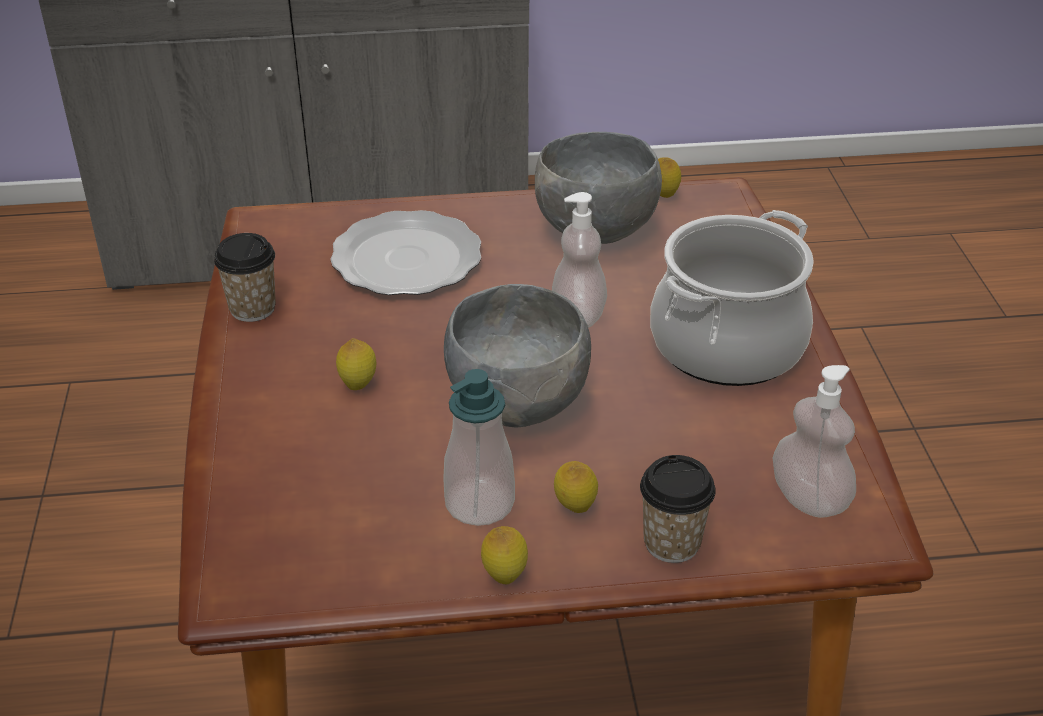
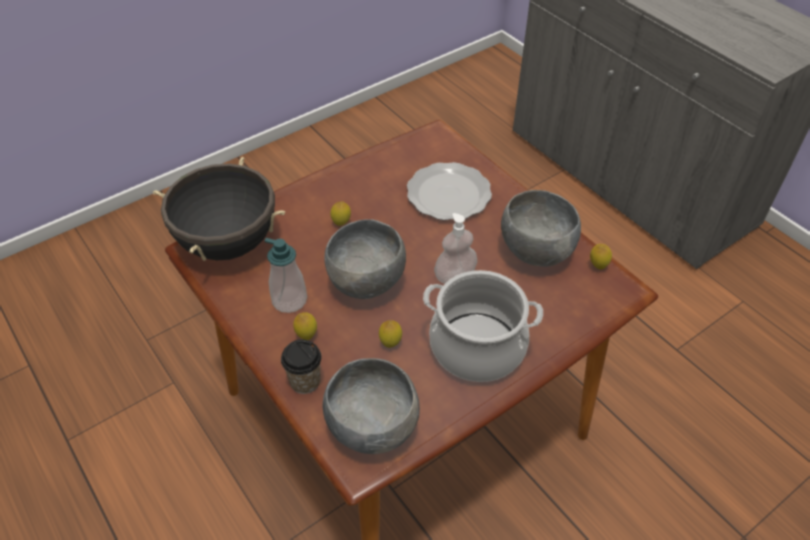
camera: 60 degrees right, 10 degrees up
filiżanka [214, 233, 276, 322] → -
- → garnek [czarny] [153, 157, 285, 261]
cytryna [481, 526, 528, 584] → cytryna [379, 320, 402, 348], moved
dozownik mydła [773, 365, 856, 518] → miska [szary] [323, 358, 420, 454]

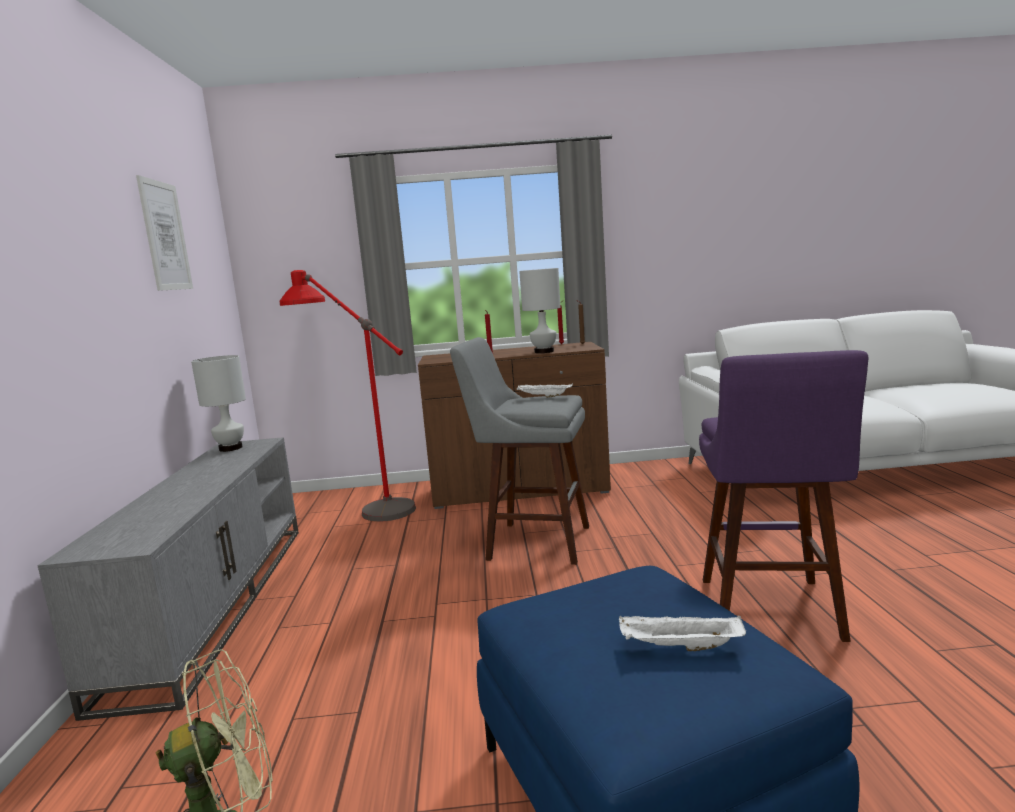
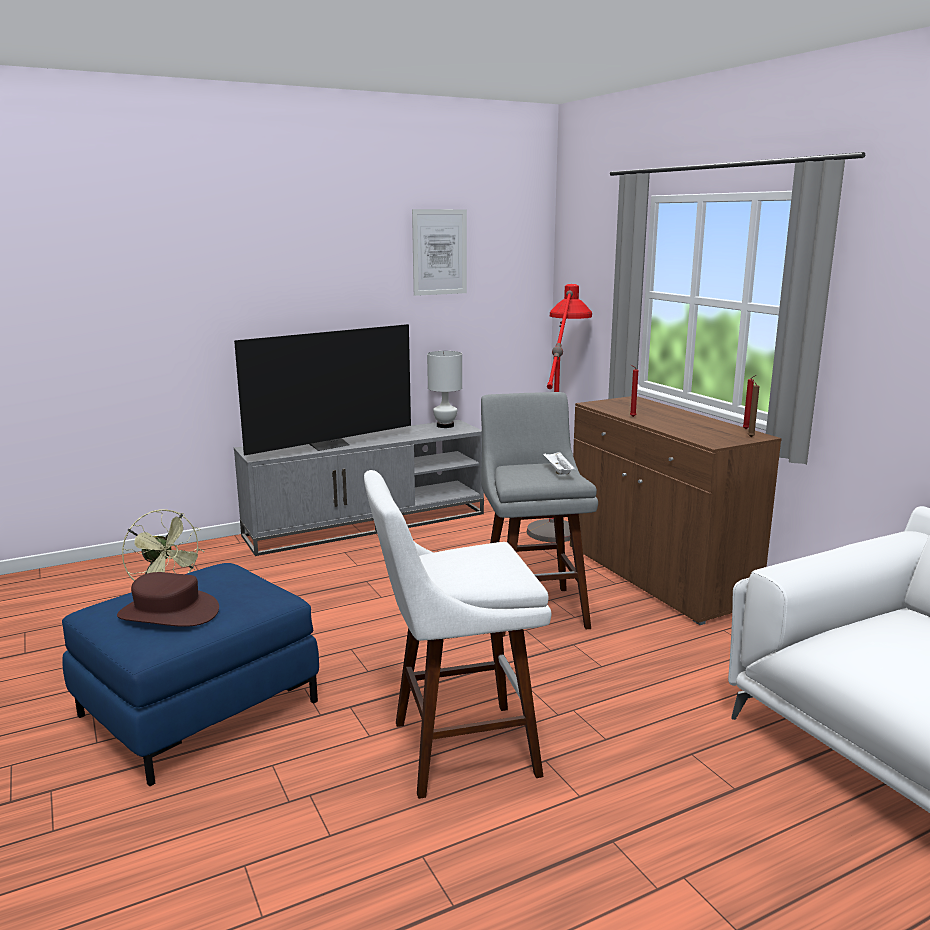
camera: 65 degrees right, 5 degrees up
lampa stołowa [biały] [519, 268, 561, 353] → -
- → telewizor [234, 324, 411, 456]
taca [biały] [619, 615, 746, 651] → kapelusz [brązowy] [117, 572, 219, 627]
stołek [fioletowy] [699, 350, 868, 642] → stołek [biały] [364, 470, 551, 799]

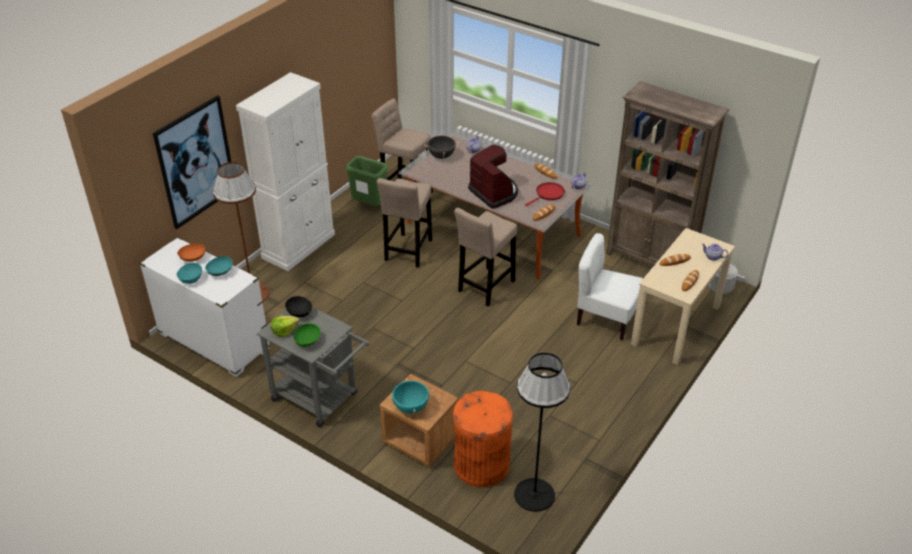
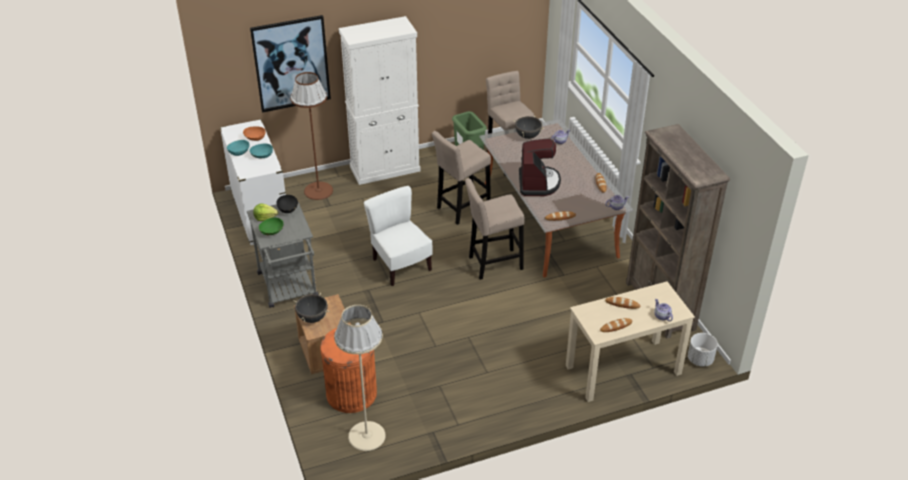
camera: 35 degrees right, 0 degrees up
patelnia [czerwony] [525, 182, 565, 206] → -
krzesło [biały] [577, 233, 643, 340] → krzesło [biały] [364, 186, 433, 286], moved
garnek [turkusowy] [388, 378, 433, 414] → garnek [czarny] [293, 293, 329, 323]
lampa stojąca [czarny] [514, 353, 571, 512] → lampa stojąca [beżowy] [334, 305, 386, 451]

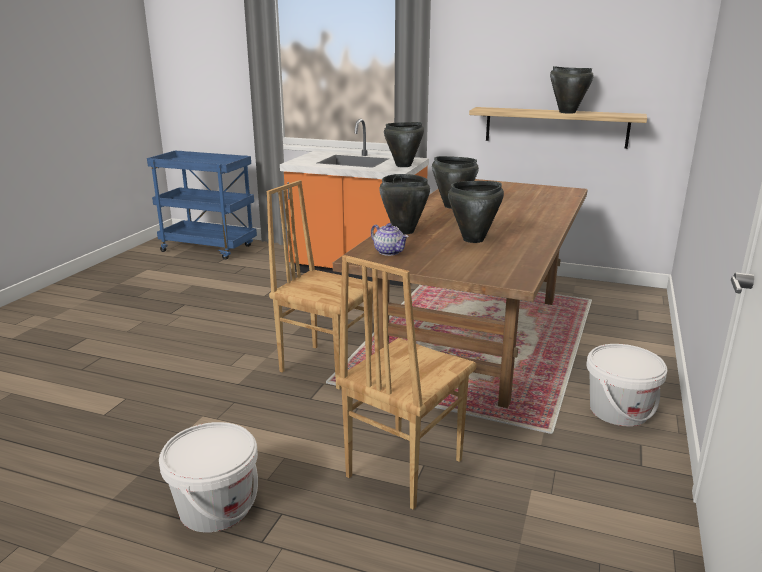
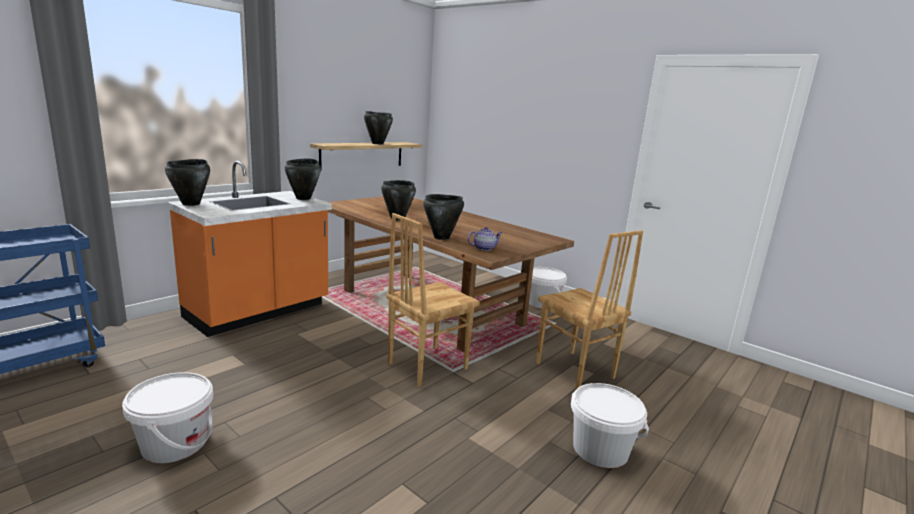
camera: 70 degrees left, 5 degrees down
- → wiadro [biały] [122, 372, 214, 463]
garnek [czarny] [448, 181, 504, 243] → garnek [czarny] [165, 159, 210, 206], moved

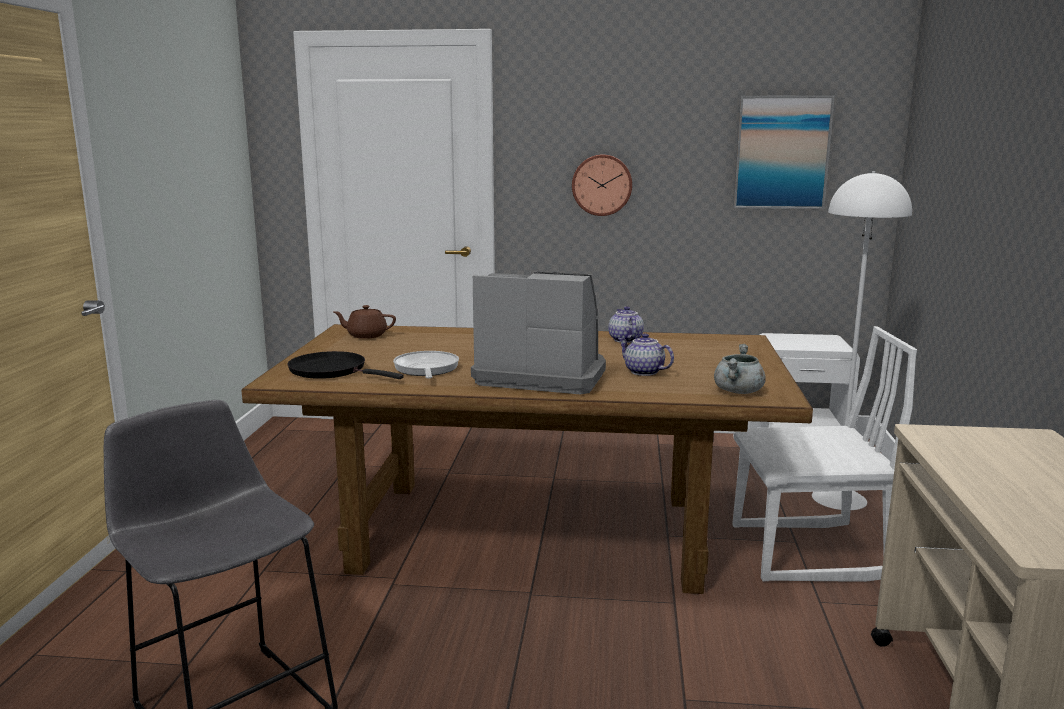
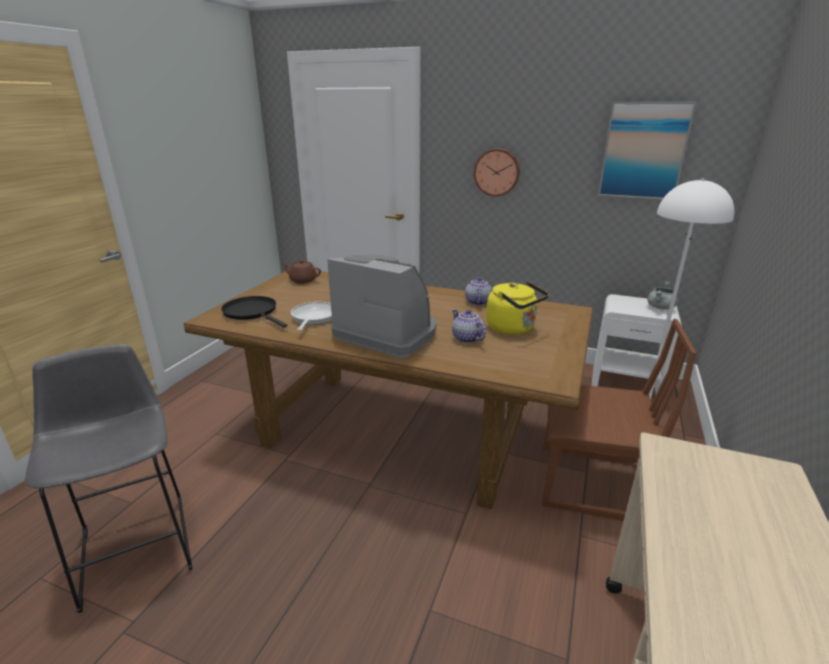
camera: 15 degrees right, 10 degrees up
- → czajnik [żółty] [486, 281, 549, 335]
garnek [szary] [714, 344, 766, 394] → garnek [szary] [647, 282, 678, 310], moved
krzesło [biały] [732, 326, 917, 582] → krzesło [brązowy] [542, 319, 697, 521]

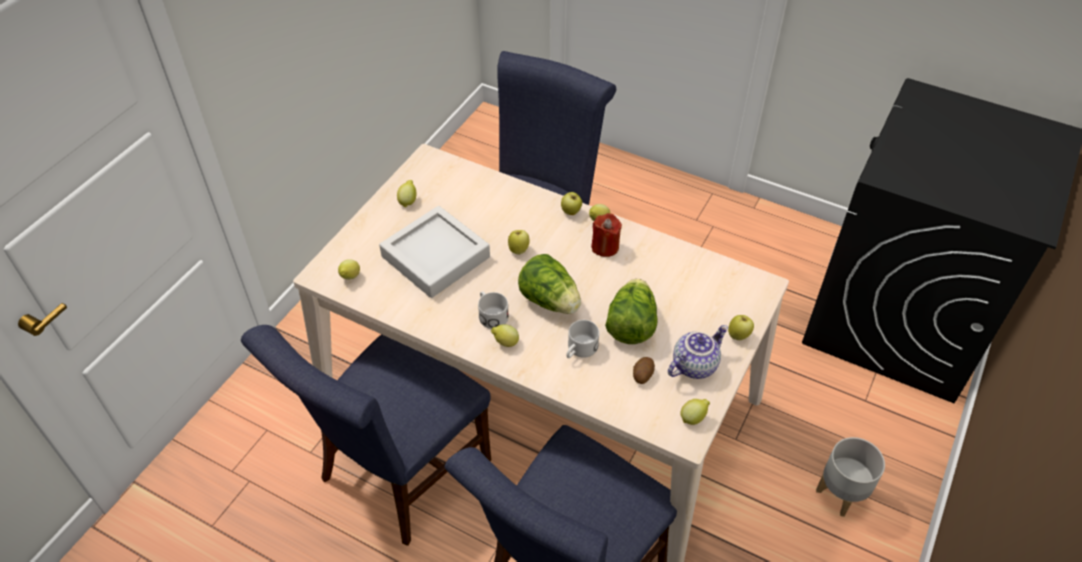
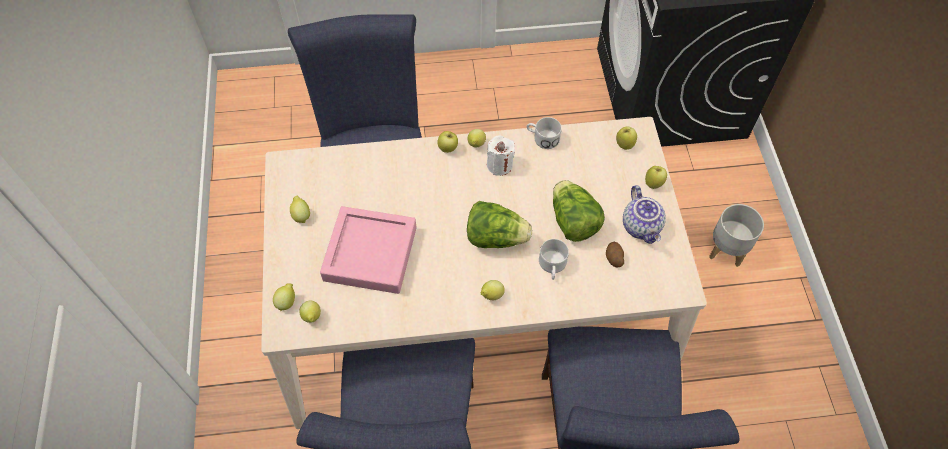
camera: 35 degrees left, 10 degrees up
kubek [biały] [478, 291, 509, 329] → kubek [biały] [527, 117, 562, 149], moved
jabłko [508, 230, 530, 255] → jabłko [616, 126, 637, 150], moved
cytryna [681, 399, 710, 425] → cytryna [273, 283, 295, 311], moved
taca [szary] [379, 206, 490, 298] → taca [różowy] [320, 206, 417, 294]
świeca [czerwony] [591, 213, 622, 257] → świeca [biały] [487, 136, 515, 176]
imbryk [668, 325, 728, 379] → imbryk [623, 185, 666, 244], 150 degrees clockwise

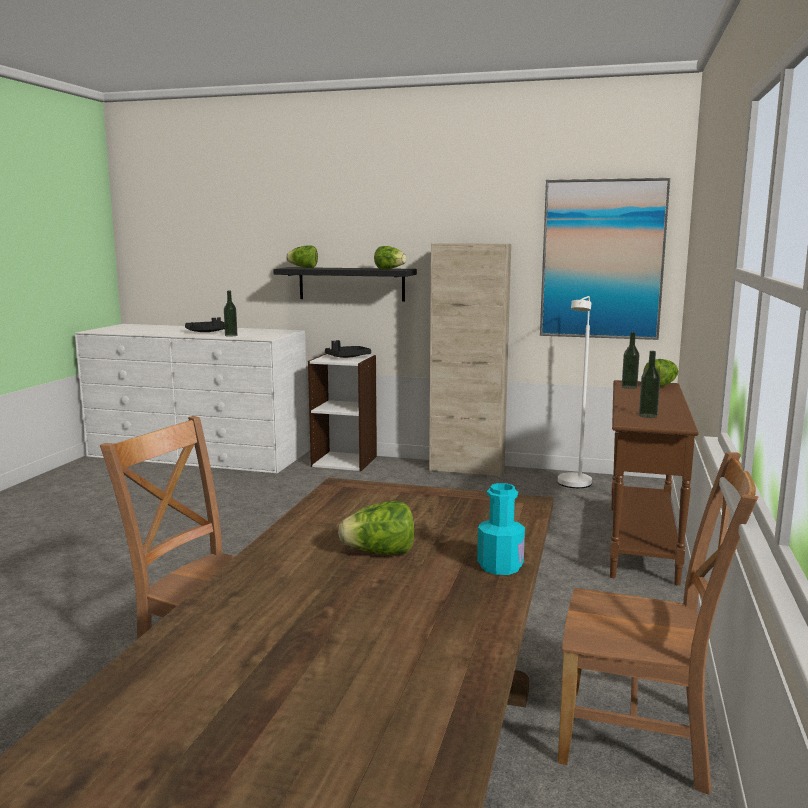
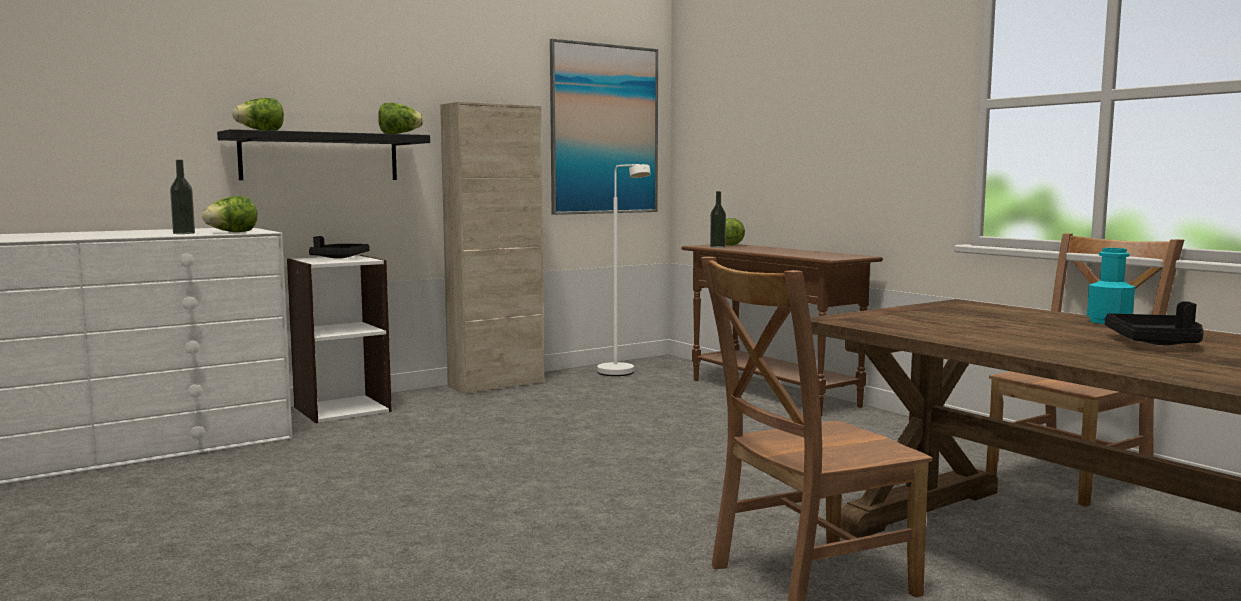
camera: 50 degrees left, 5 degrees down
butelka [639, 351, 660, 418] → -
taca [czarny] [185, 317, 225, 332] → taca [czarny] [1105, 301, 1204, 345], moved
sałata [338, 501, 414, 555] → sałata [202, 196, 258, 232], moved

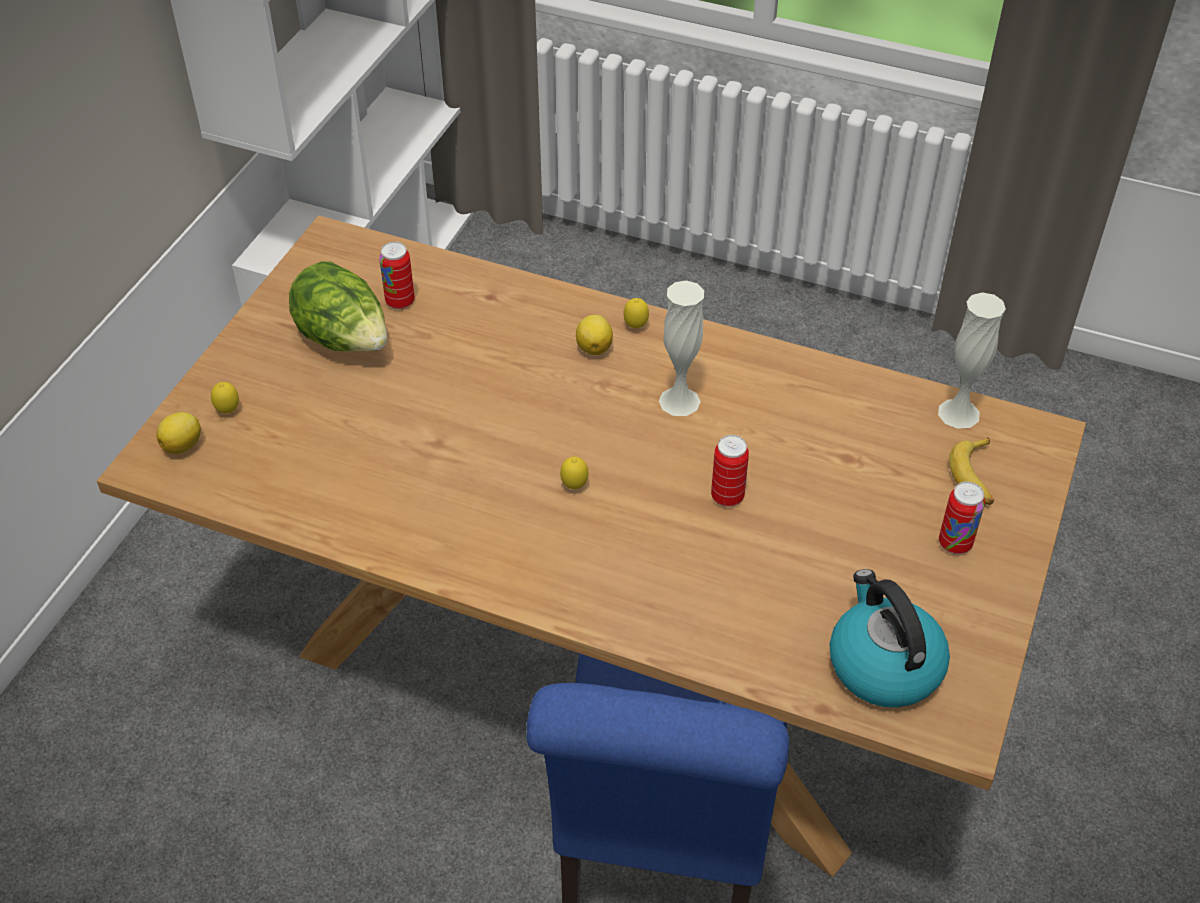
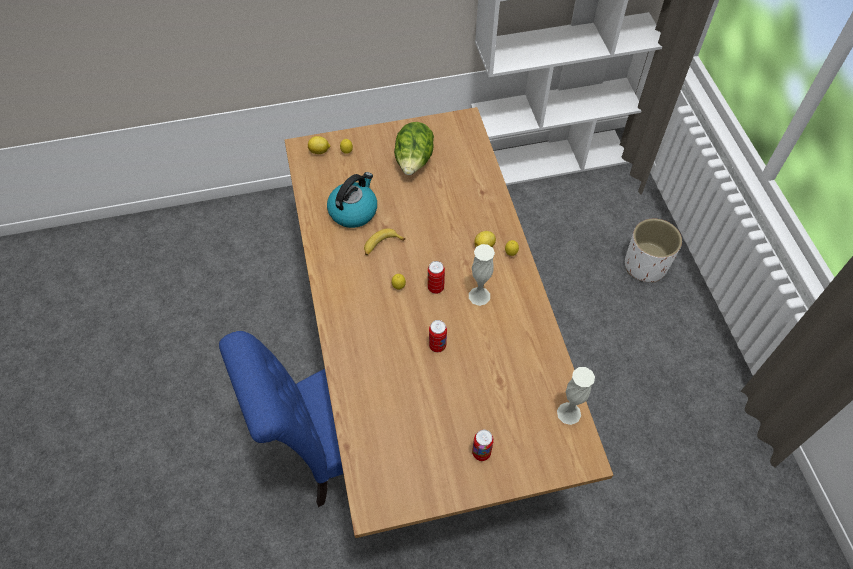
camera: 55 degrees right, 10 degrees up
- → donica [biały] [625, 219, 682, 283]
puszka [379, 242, 415, 309] → puszka [428, 261, 445, 294], moved
czajnik [830, 569, 950, 707] → czajnik [327, 172, 377, 228], moved
banan [949, 437, 994, 505] → banan [364, 228, 406, 255], moved

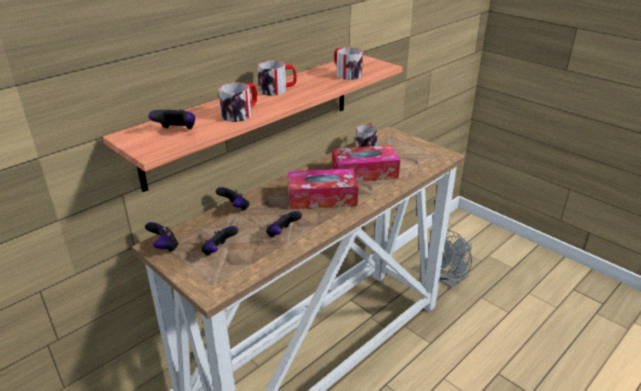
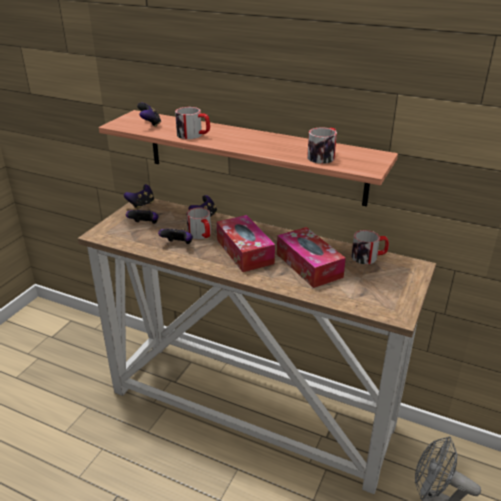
camera: 70 degrees right, 0 degrees up
kubek [258, 61, 297, 96] → kubek [186, 208, 211, 239], moved

